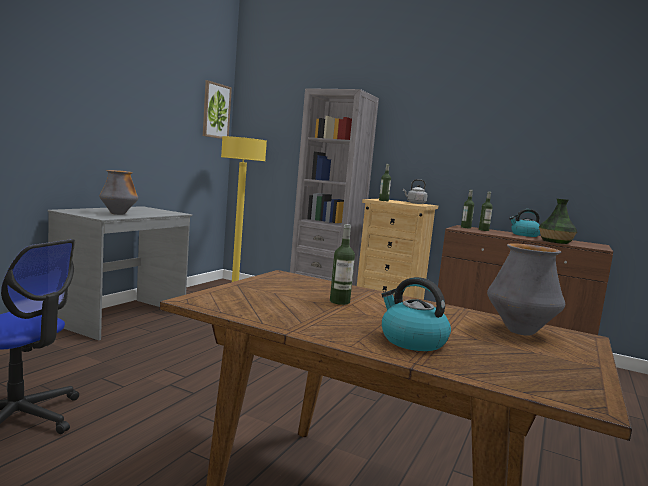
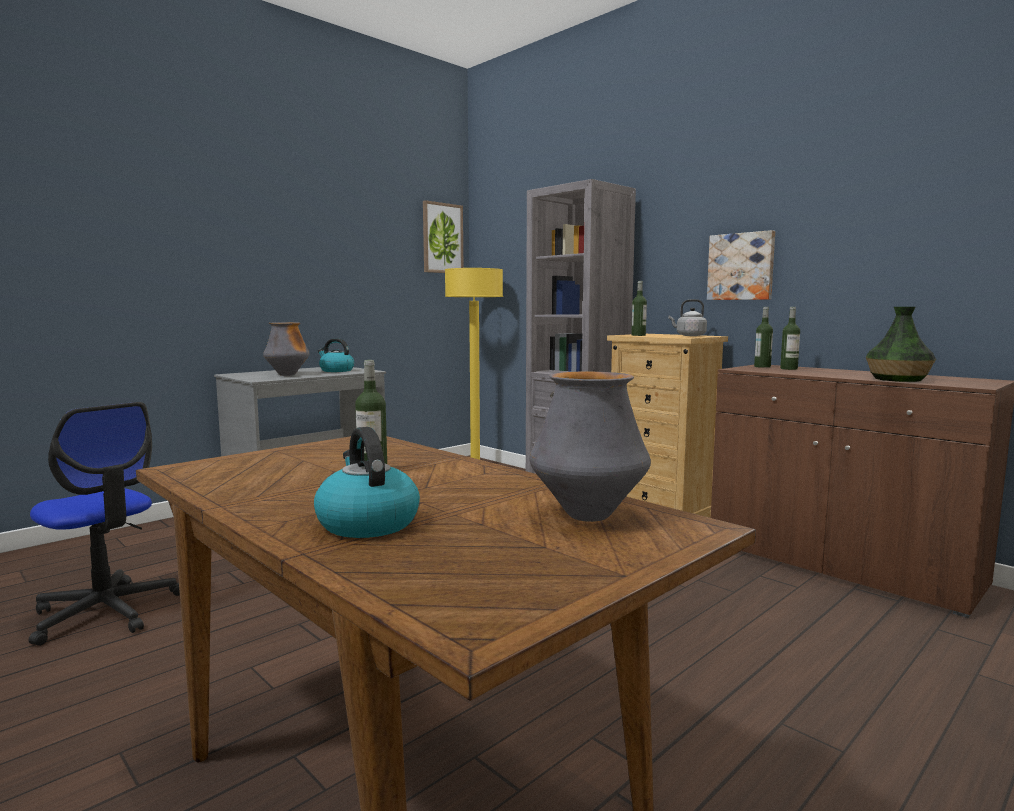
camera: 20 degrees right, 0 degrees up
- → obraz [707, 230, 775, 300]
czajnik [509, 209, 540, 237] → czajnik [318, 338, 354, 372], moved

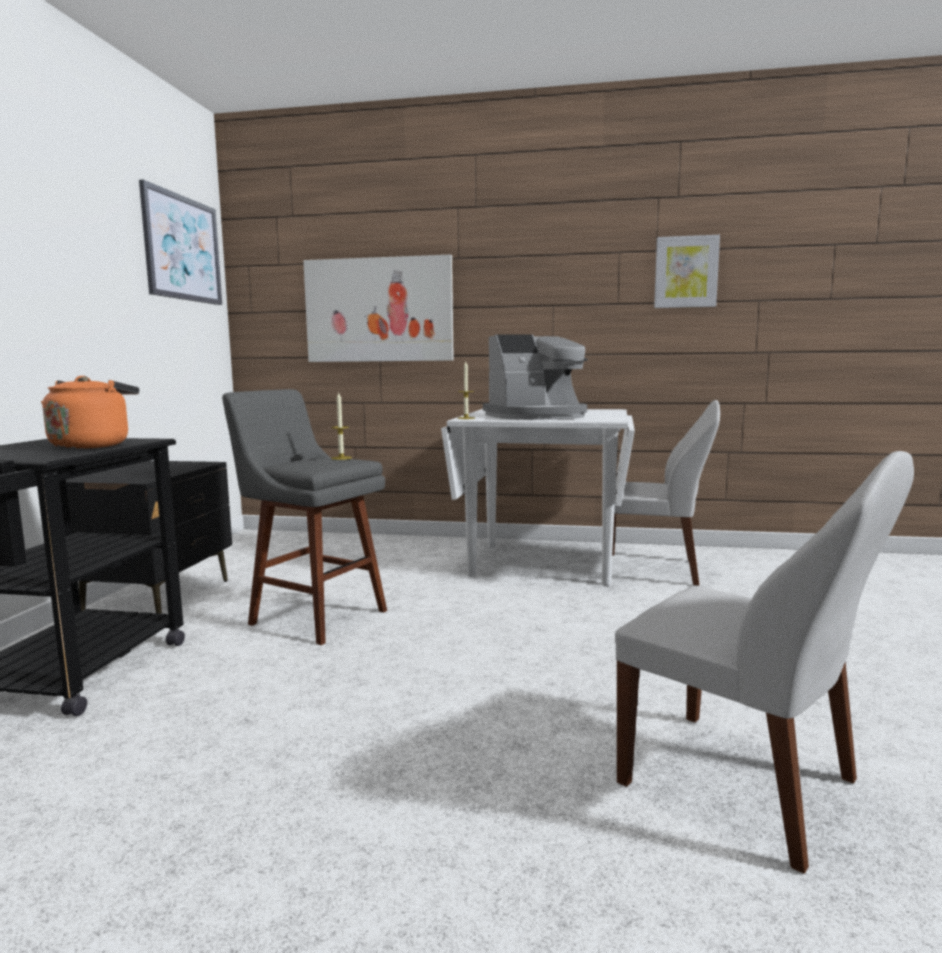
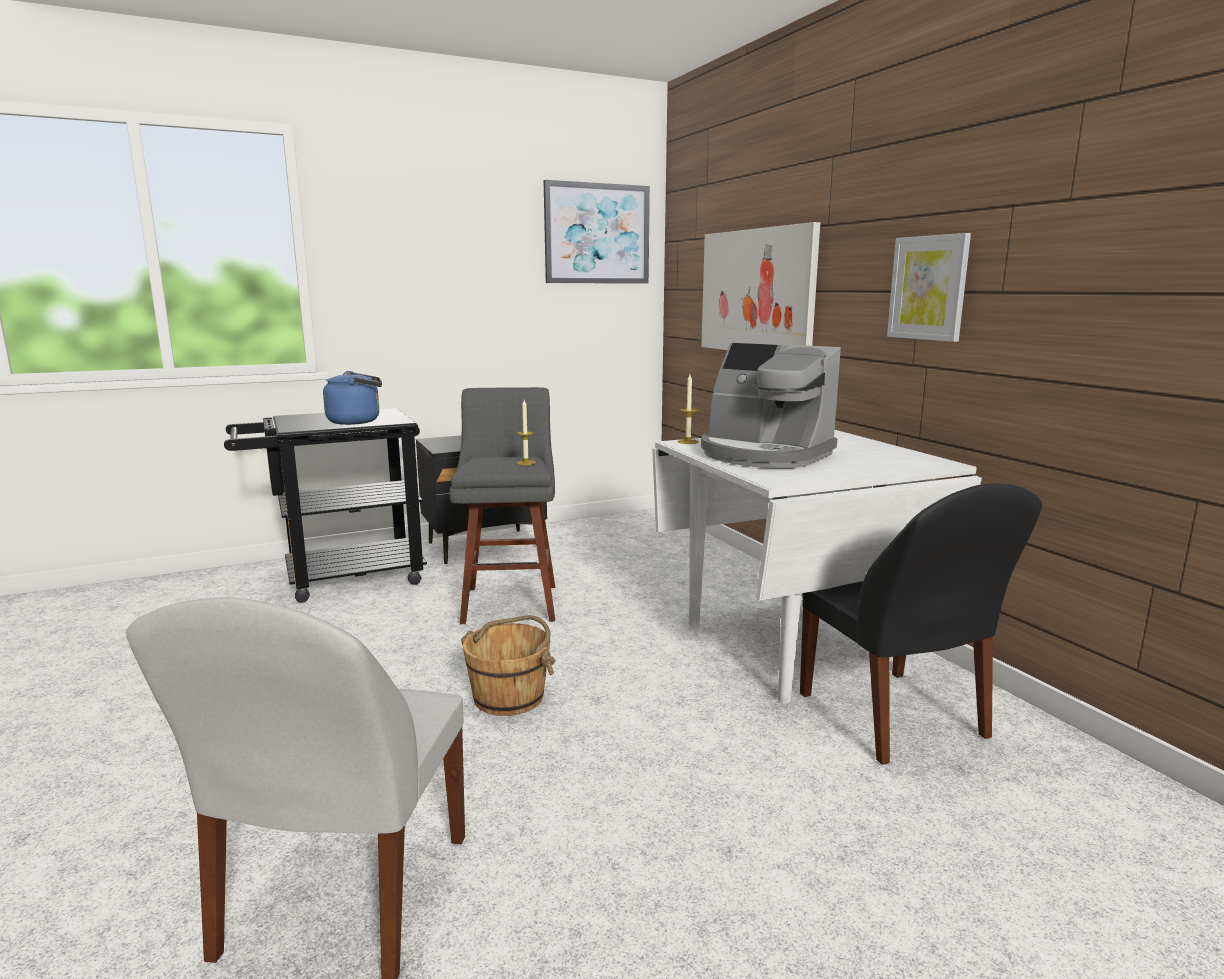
camera: 55 degrees right, 5 degrees up
- → wiadro [brązowy] [461, 615, 556, 716]
obraz [654, 235, 720, 308] → obraz [887, 233, 971, 342], moved
czajnik [pomarańczowy] [41, 376, 139, 449] → czajnik [niebieski] [323, 371, 382, 425]
krzesło [biały] [612, 400, 720, 586] → krzesło [czarny] [800, 484, 1042, 765]

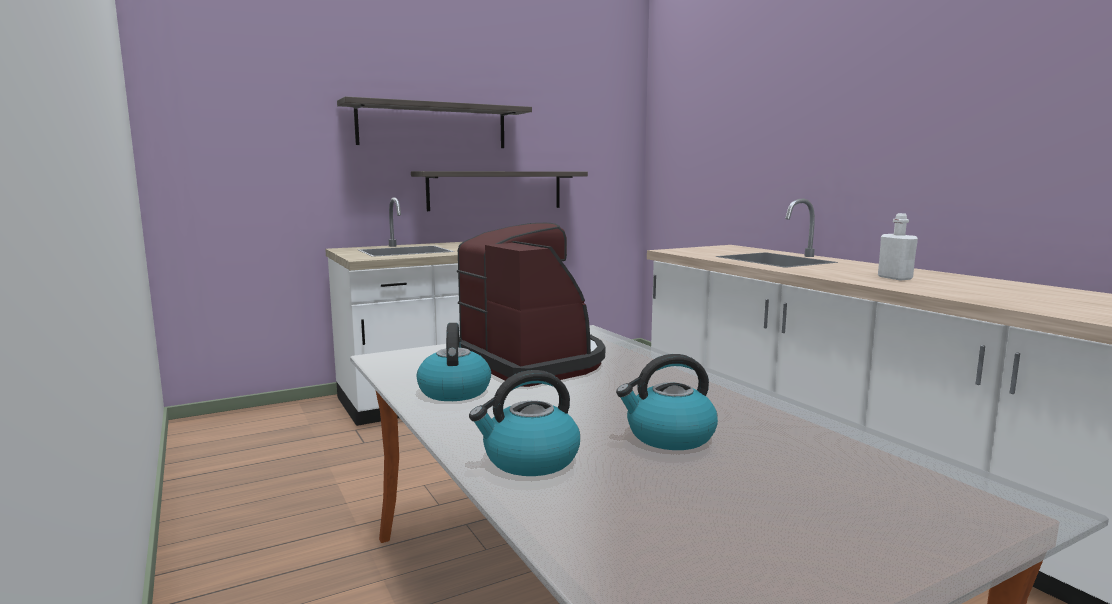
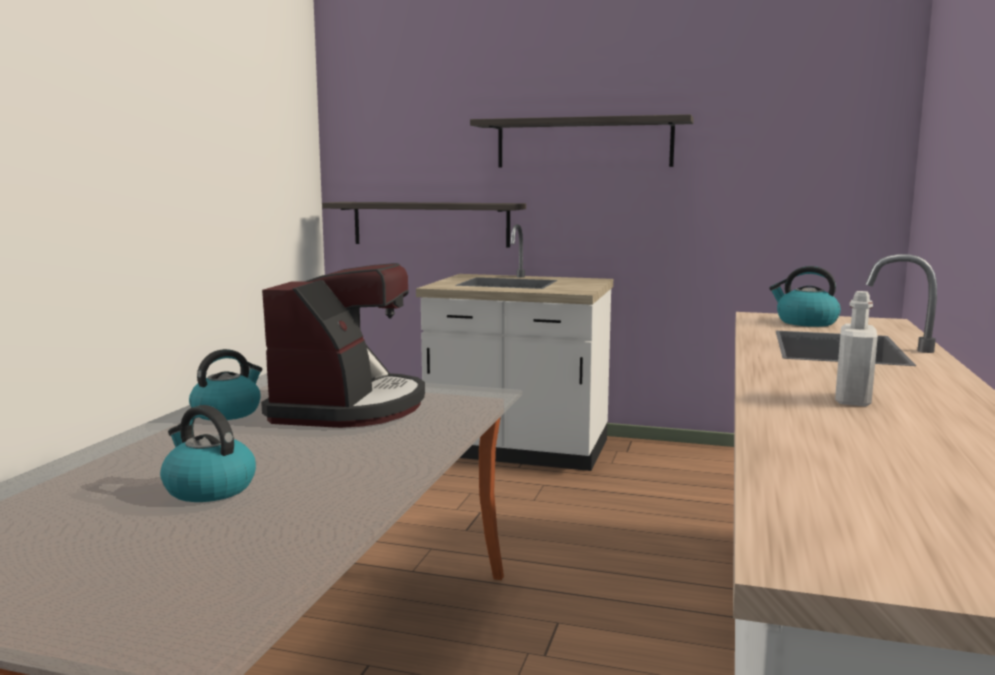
camera: 45 degrees right, 0 degrees up
półka [411, 171, 588, 211] → półka [322, 202, 526, 247], moved
czajnik [469, 370, 580, 476] → czajnik [769, 266, 841, 327], moved

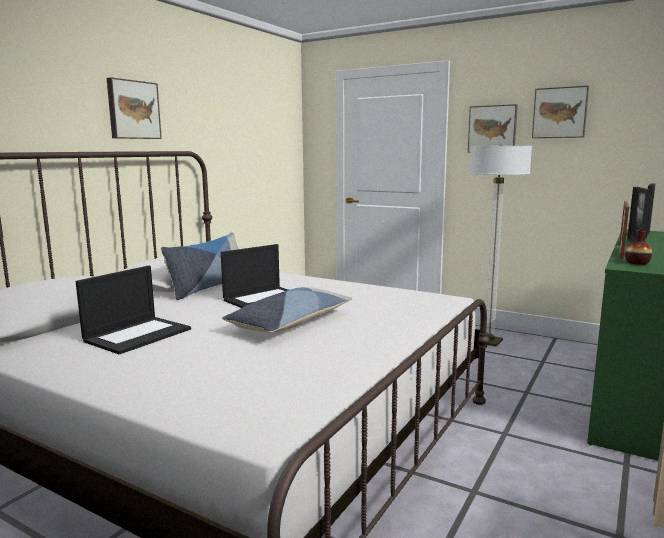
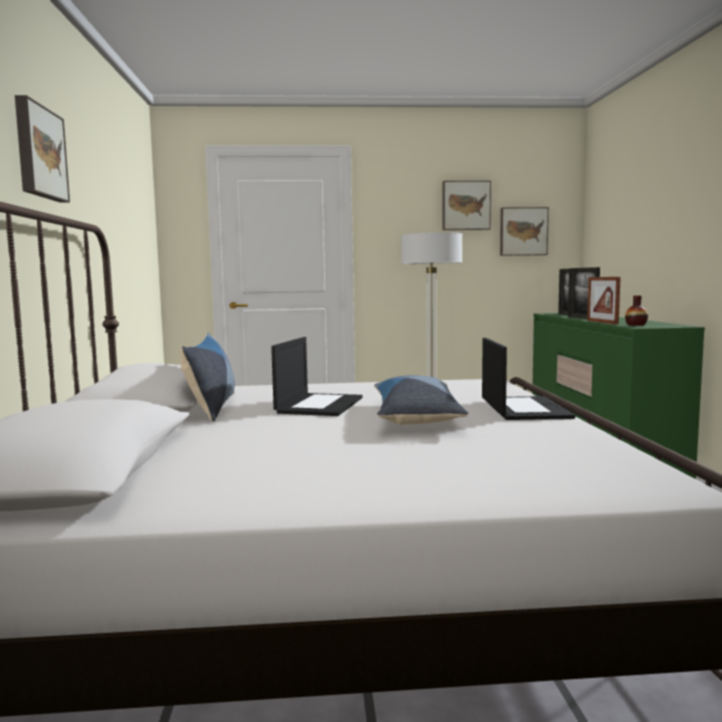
camera: 35 degrees left, 5 degrees down
laptop [76, 265, 191, 354] → laptop [482, 338, 575, 420], moved
obraz [468, 104, 518, 153] → obraz [500, 207, 549, 256], moved

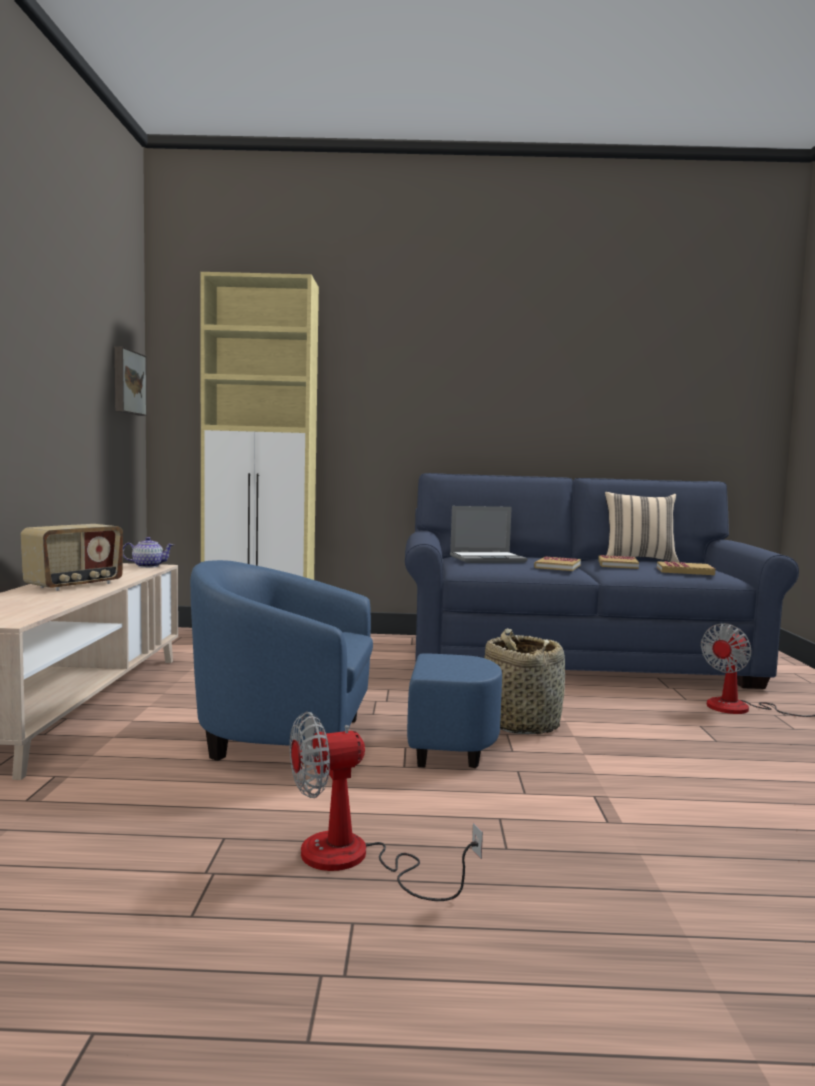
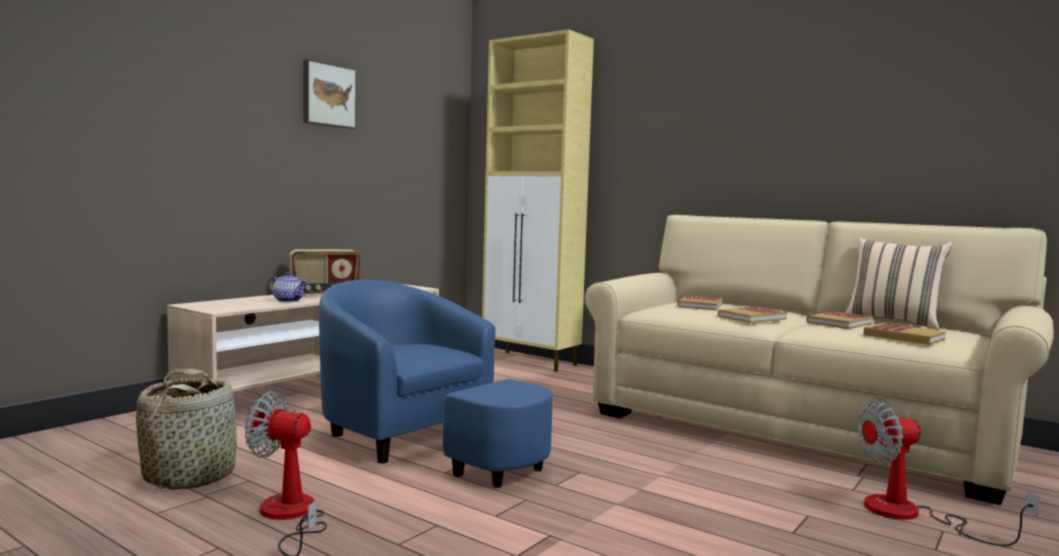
camera: 35 degrees right, 0 degrees up
obraz [115, 346, 147, 416] → obraz [303, 59, 357, 129], moved
imbryk [123, 537, 174, 568] → imbryk [269, 272, 307, 302], moved
koszyk [484, 628, 565, 734] → koszyk [136, 369, 237, 490], moved
laptop [450, 506, 527, 563] → książka [677, 295, 723, 310]
kanapa [niebieski] [405, 473, 799, 689] → kanapa [beżowy] [585, 215, 1054, 505]

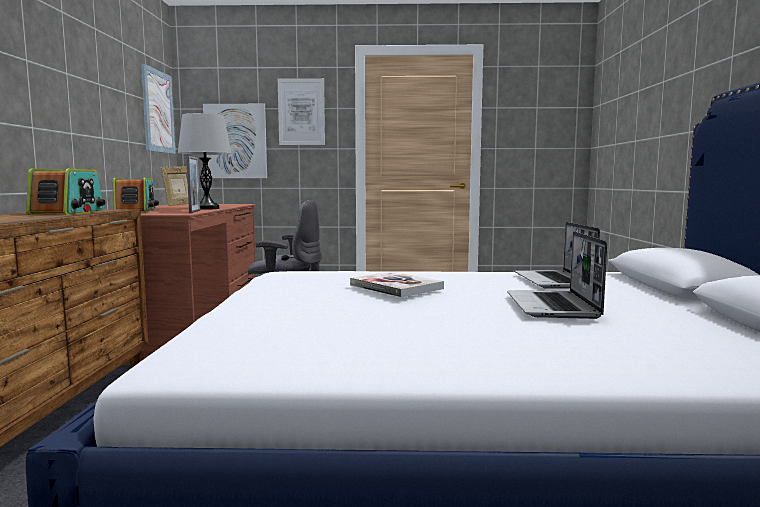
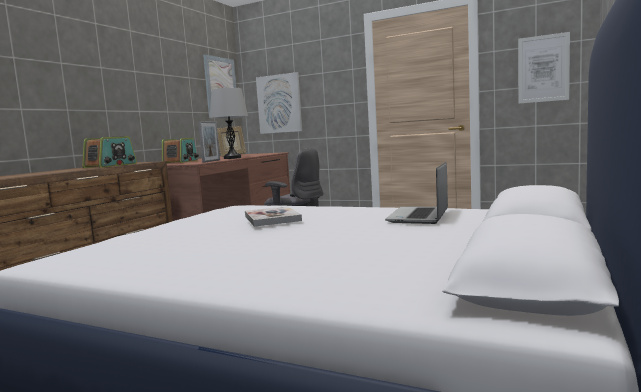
camera: 25 degrees right, 0 degrees up
laptop [507, 231, 607, 319] → -
obraz [278, 78, 325, 145] → obraz [518, 32, 570, 104], moved

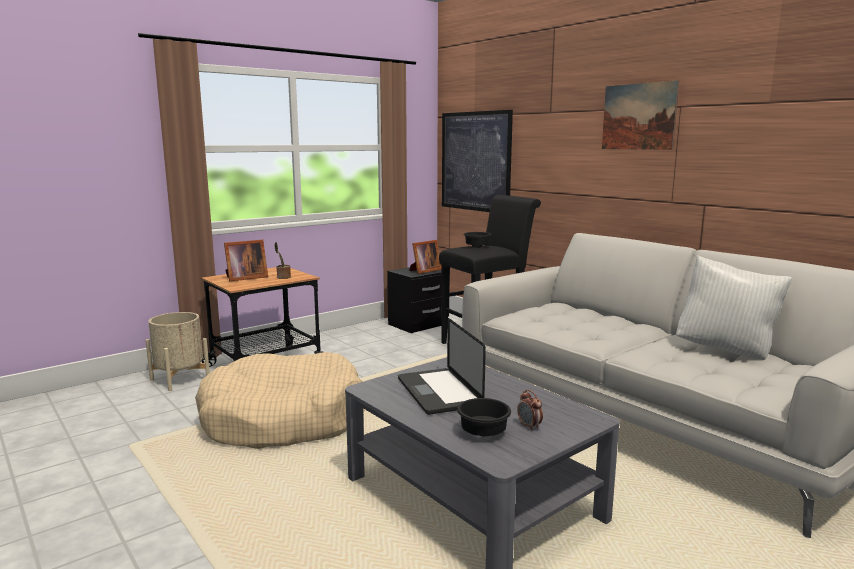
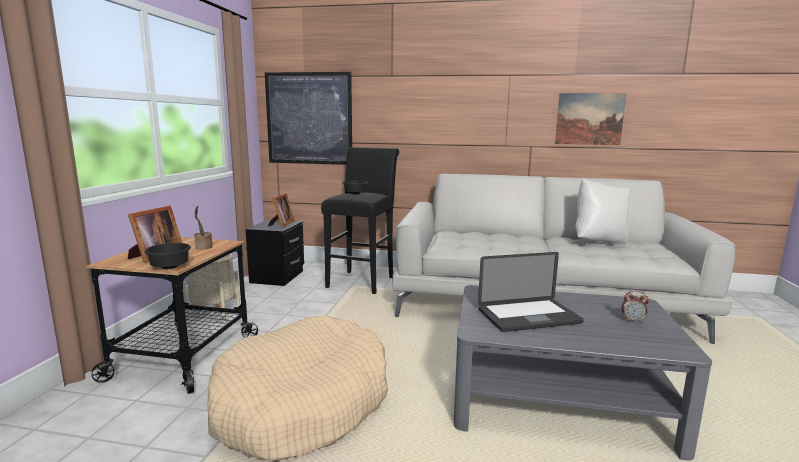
camera: 40 degrees left, 0 degrees up
donica [beżowy] [146, 312, 210, 391] → donica [beżowy] [183, 254, 240, 322], moved
miska [czarny] [457, 398, 511, 436] → miska [czarny] [144, 243, 191, 269], moved
obraz [602, 80, 679, 150] → obraz [555, 93, 626, 145], moved
laptop [398, 318, 486, 415] → laptop [478, 252, 584, 332], 45 degrees counterclockwise

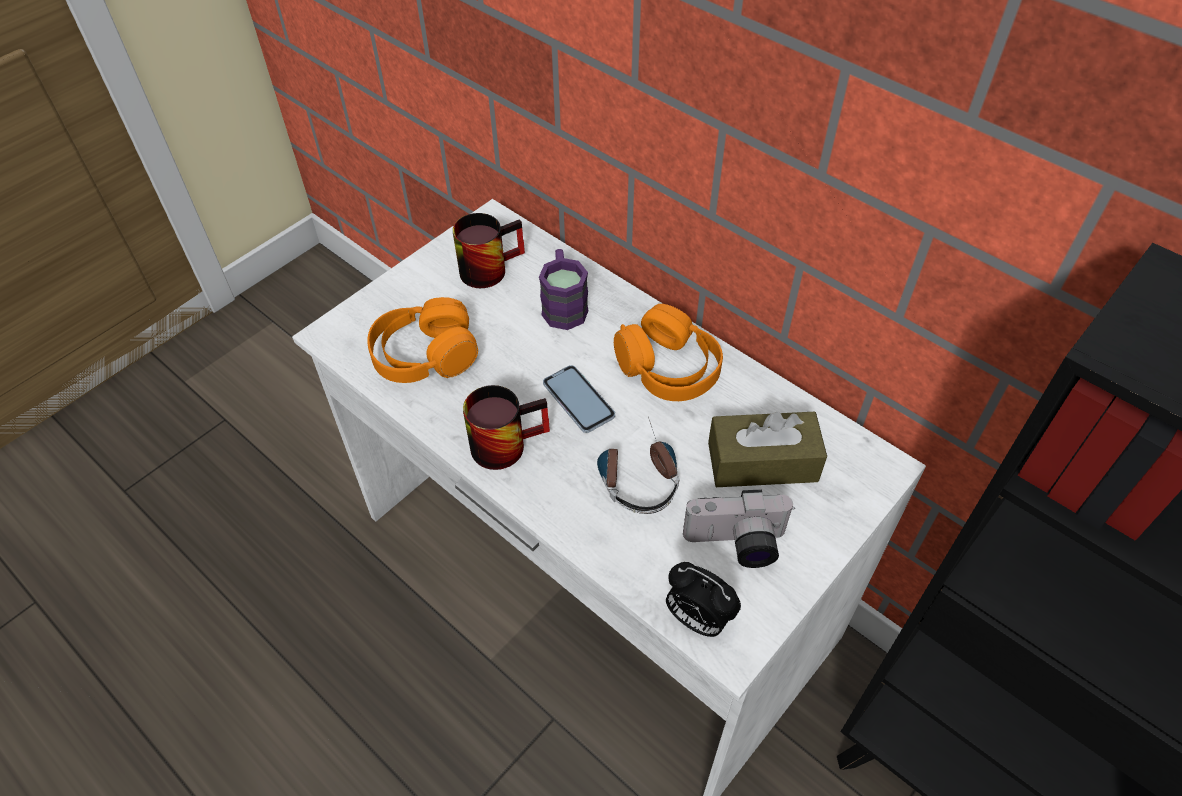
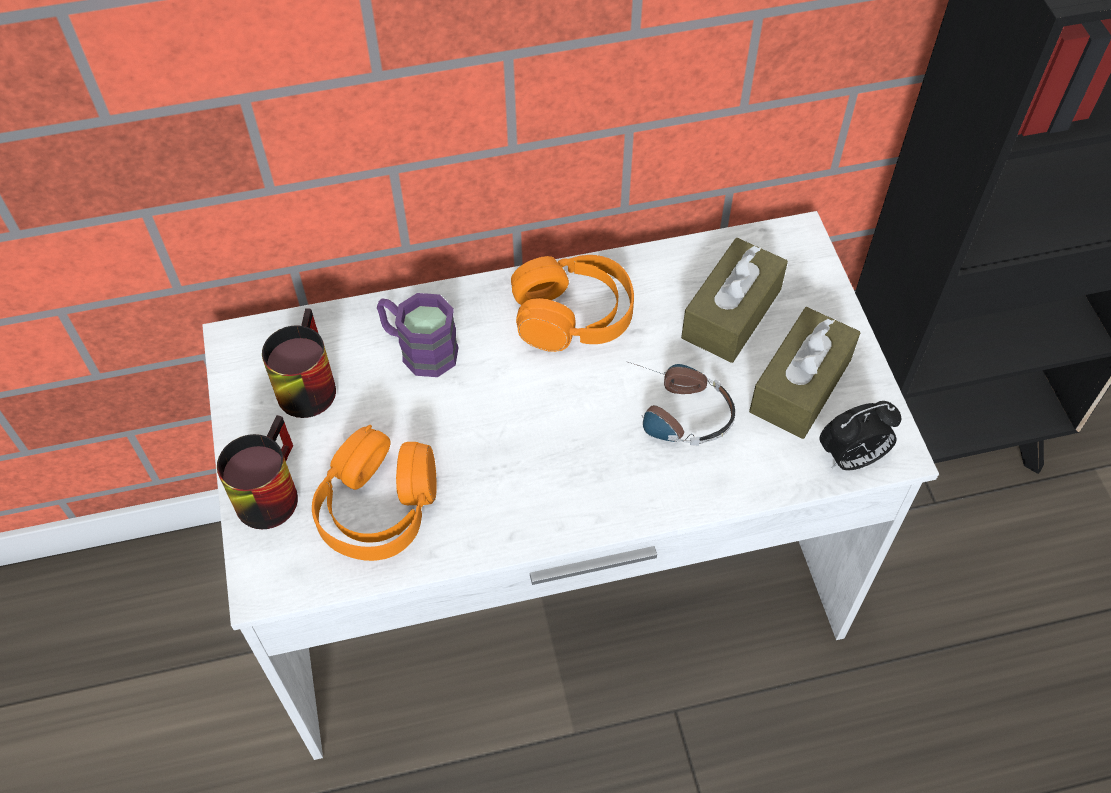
camera: 55 degrees left, 5 degrees up
telefon [543, 365, 615, 433] → -
kubek [463, 385, 550, 470] → kubek [217, 415, 298, 529], moved
aparat fotograficzny [683, 489, 794, 568] → pudełko chusteczek [brązowy] [749, 307, 860, 439]

